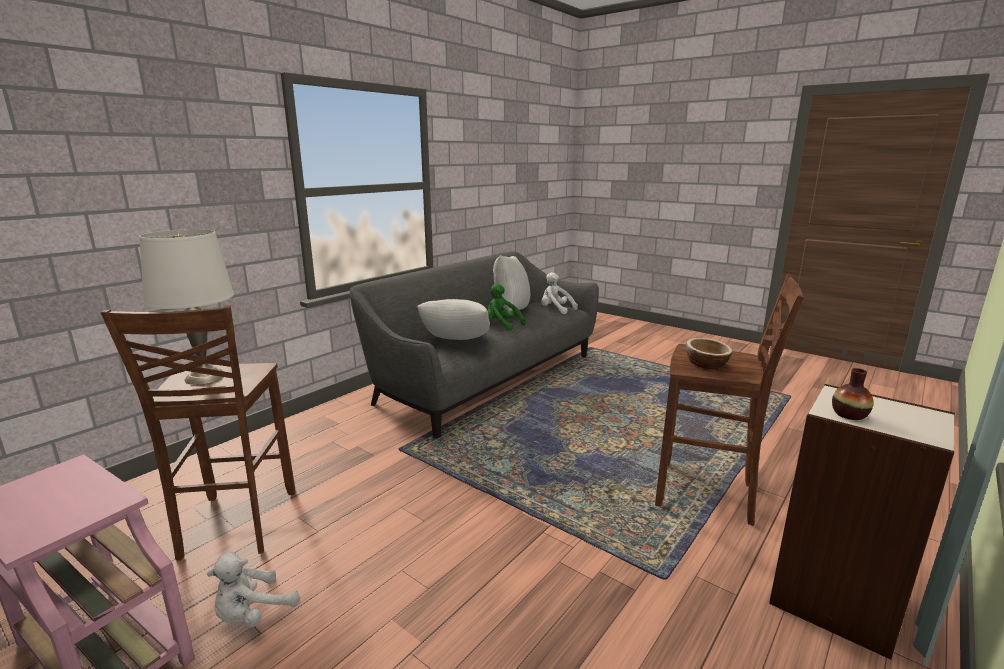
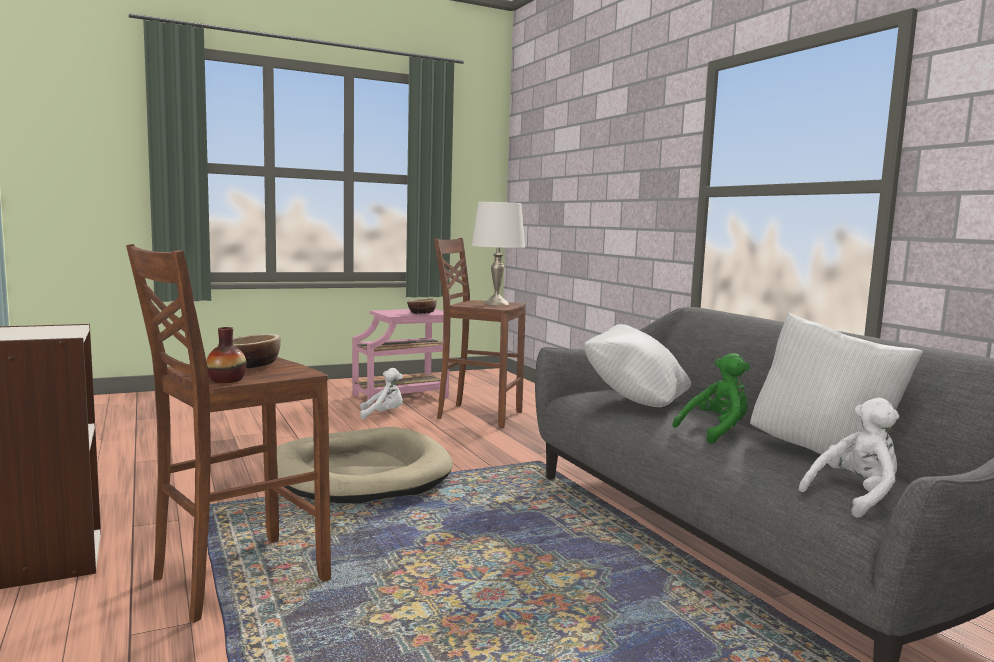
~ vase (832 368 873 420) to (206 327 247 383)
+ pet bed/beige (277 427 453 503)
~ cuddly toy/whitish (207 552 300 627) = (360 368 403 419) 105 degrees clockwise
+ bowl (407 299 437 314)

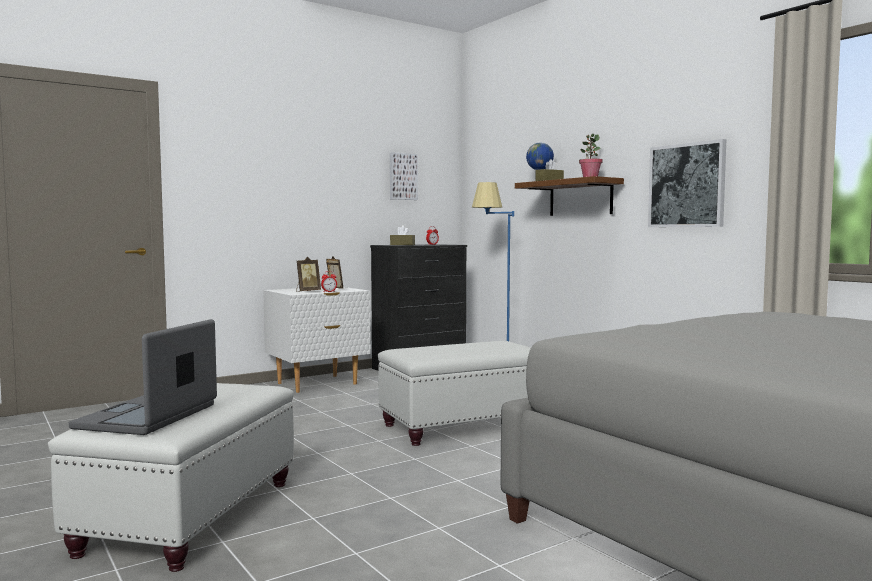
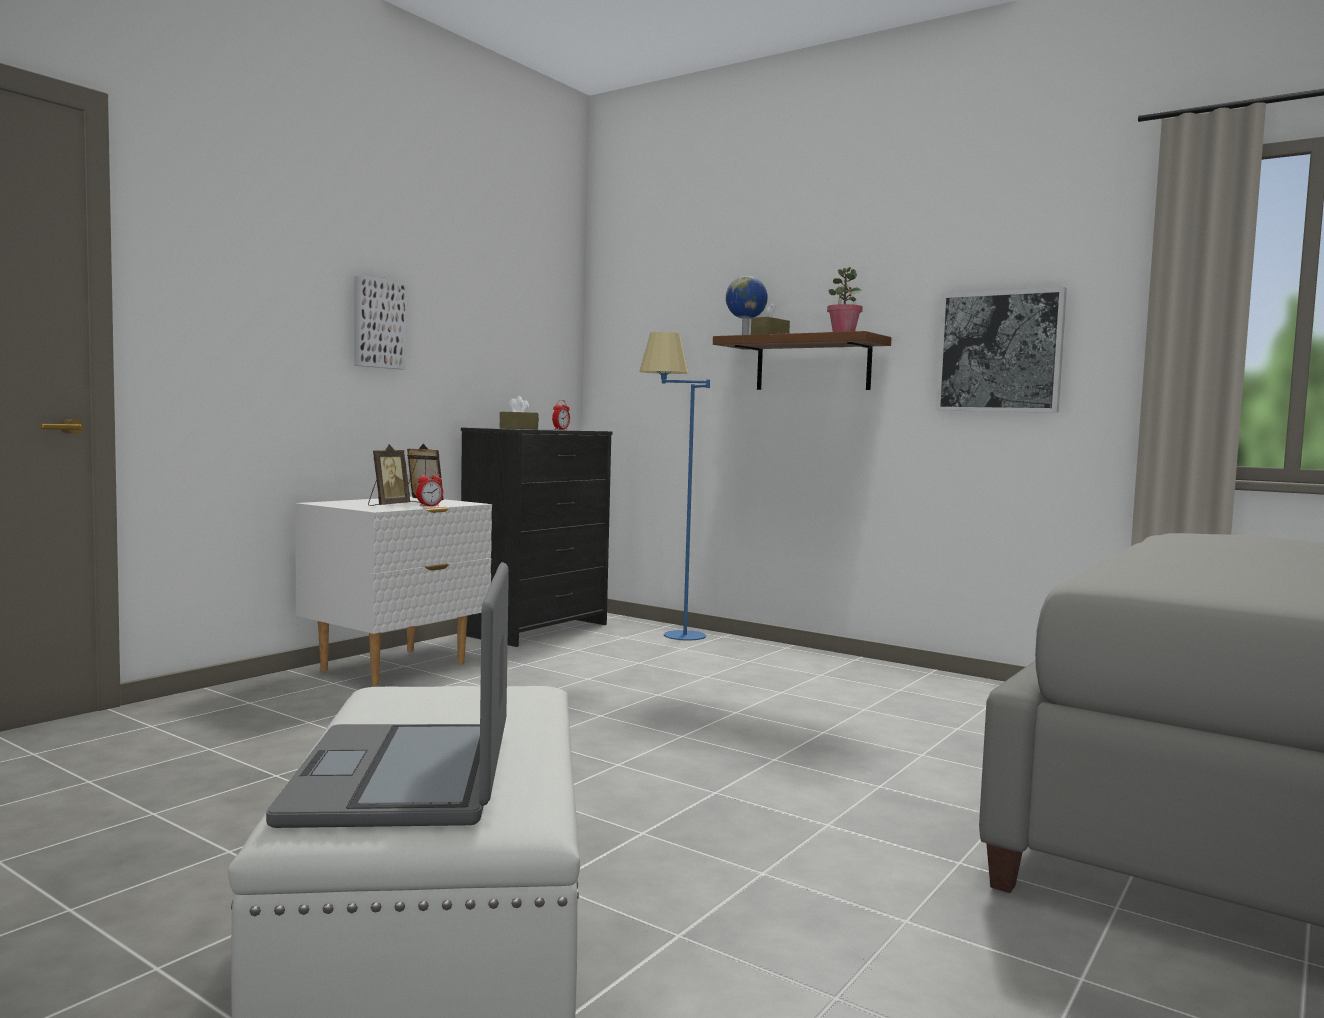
~ wall picture (390 152 418 200) to (354 276 406 369)
- ottoman/whitish (378 341 531 446)

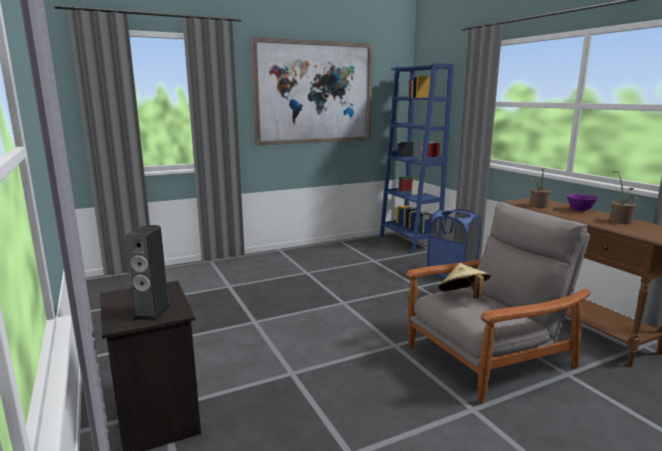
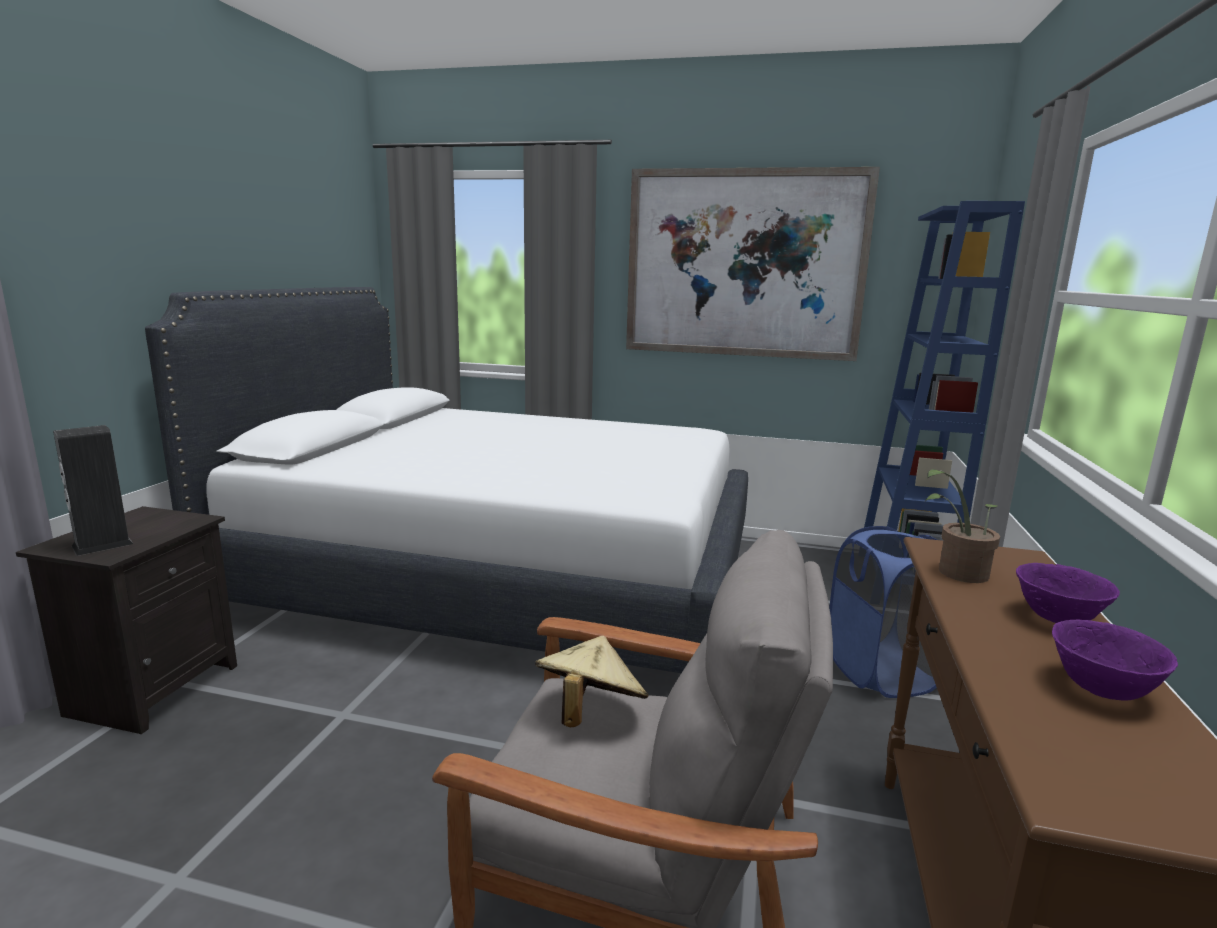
+ bed/whitish (145 287 748 673)
~ potted plant (610 171 638 224) to bowl/purple (1052 620 1178 700)

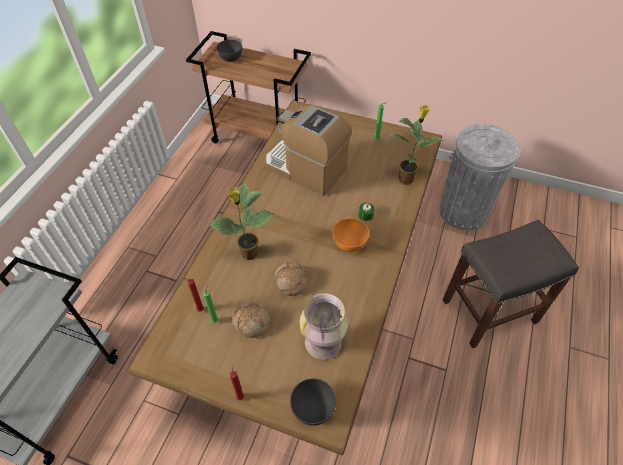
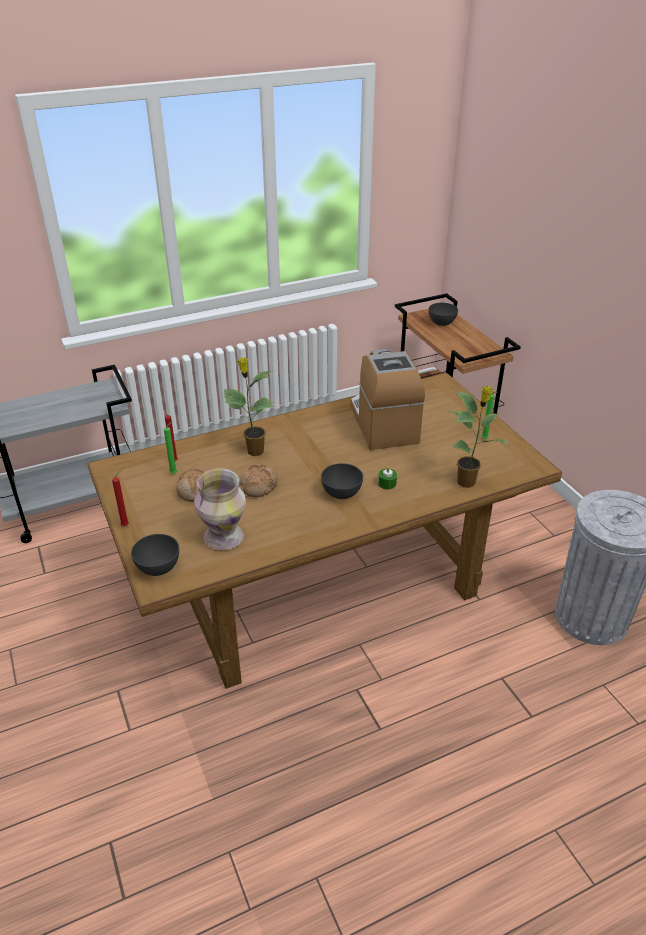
~ bowl/orangey (333 218 369 252) to bowl/gray (321 463 363 499)
- stool/gray (443 220 579 348)

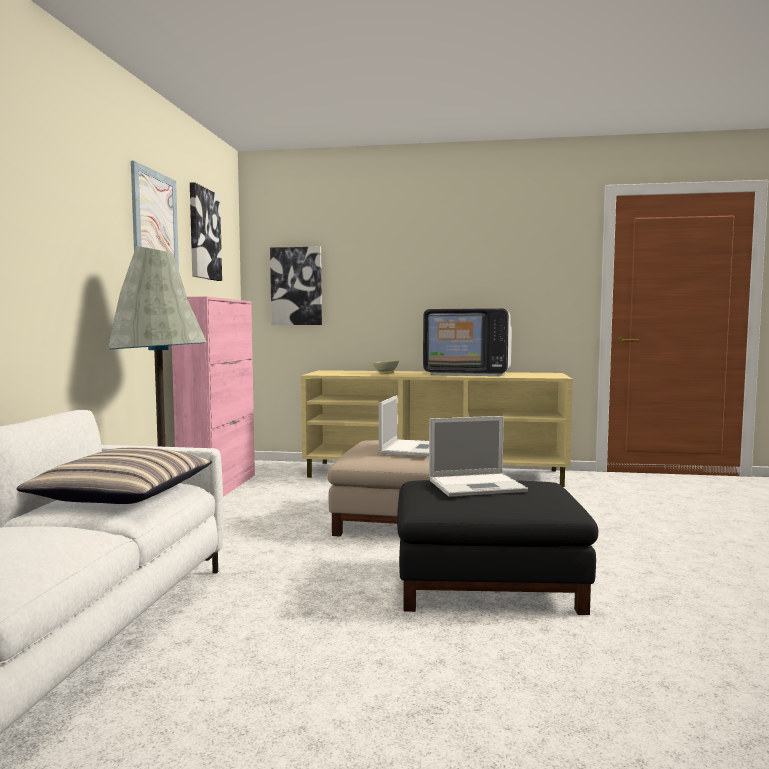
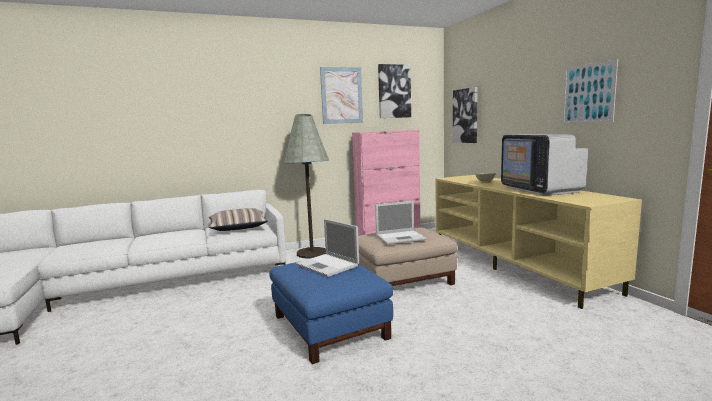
~ ottoman/blackish (397 480 598 615) to ottoman/blue-coloured (269 262 393 364)
+ wall picture (562 59 618 123)

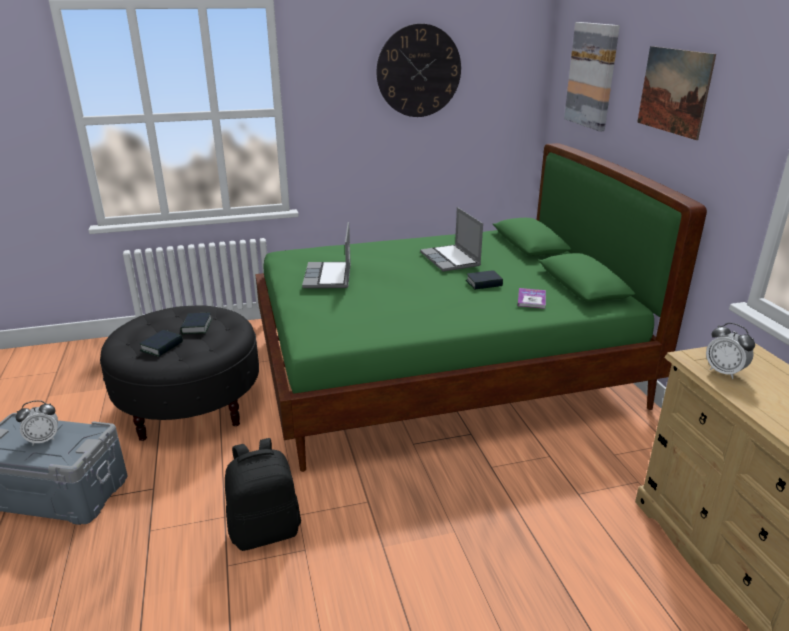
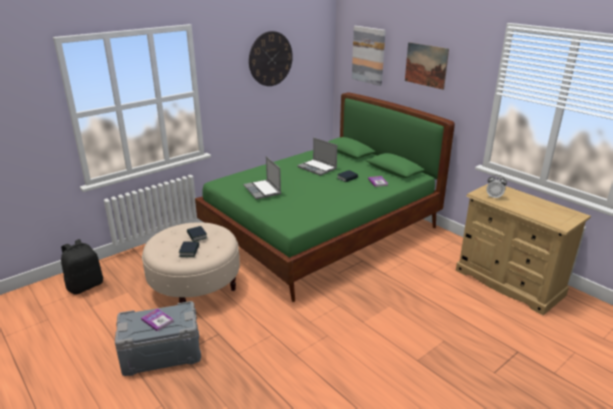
~ knapsack/blackish (225 438 301 551) to (61 239 103 295)
~ alarm clock (16 400 58 446) to book (141 308 173 331)
~ ottoman/blackish (100 306 259 441) to ottoman/beige (142 222 240 303)

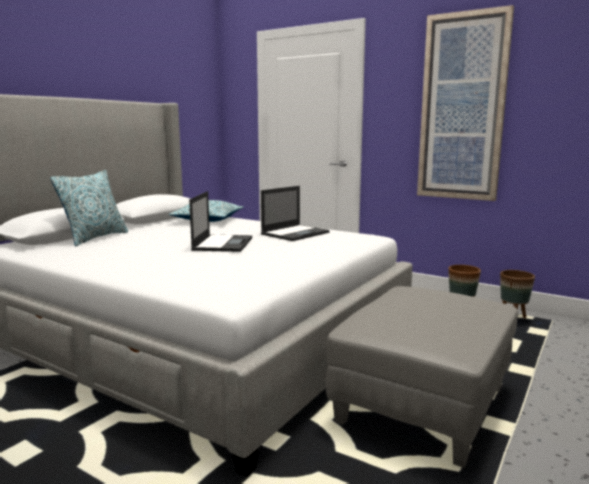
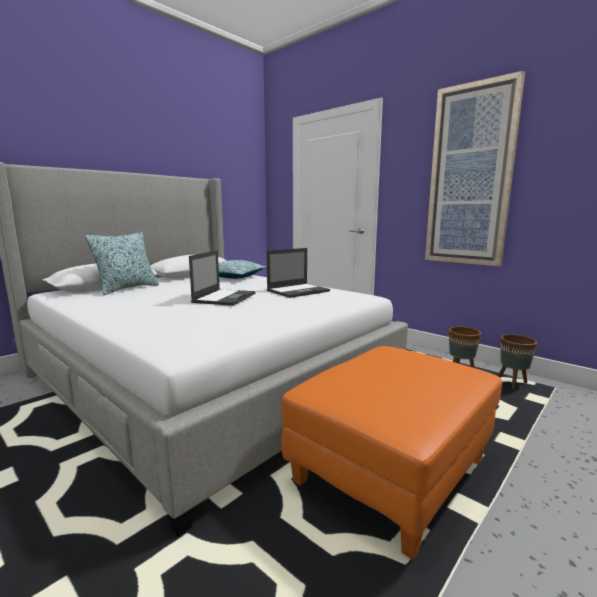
~ ottoman/gray (326 286 518 468) to ottoman/orangey (282 346 502 560)

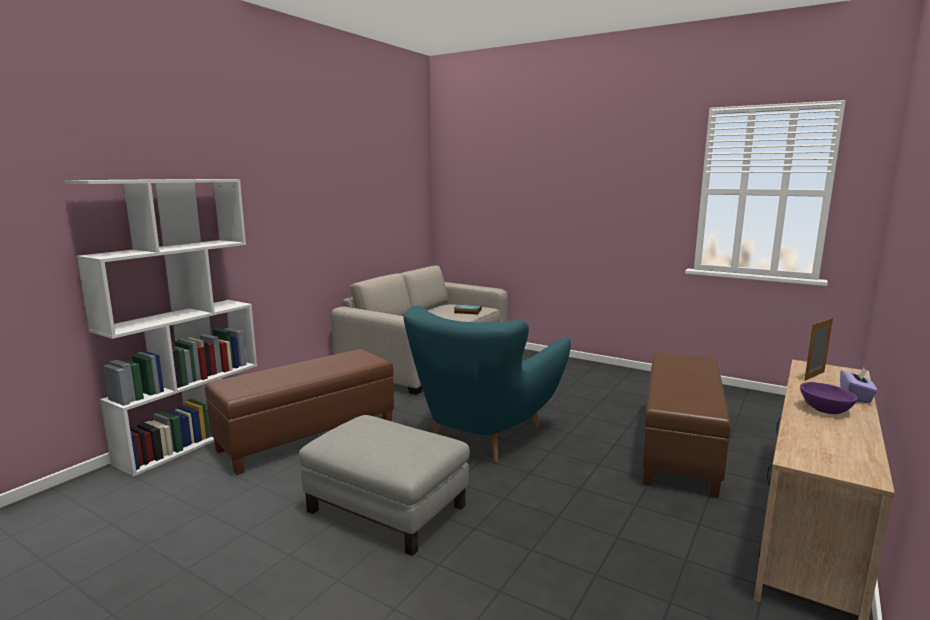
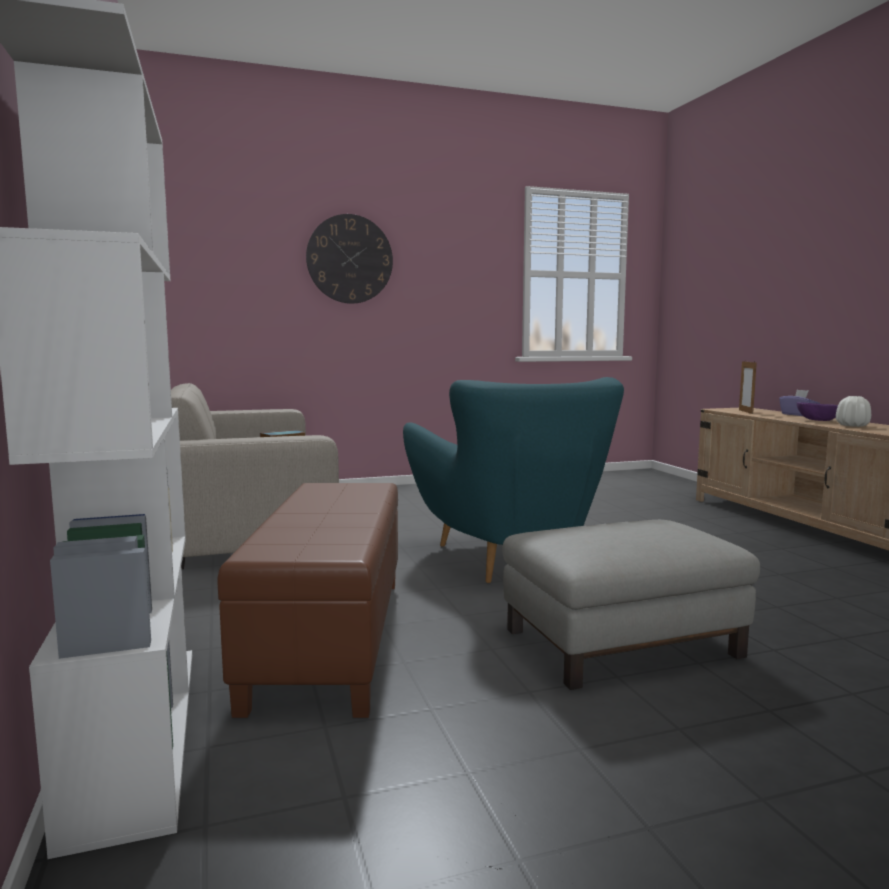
+ hanging clock (306 214 393 304)
+ vase/whitish (836 396 871 427)
- ottoman/brown-coloured (642 352 731 498)

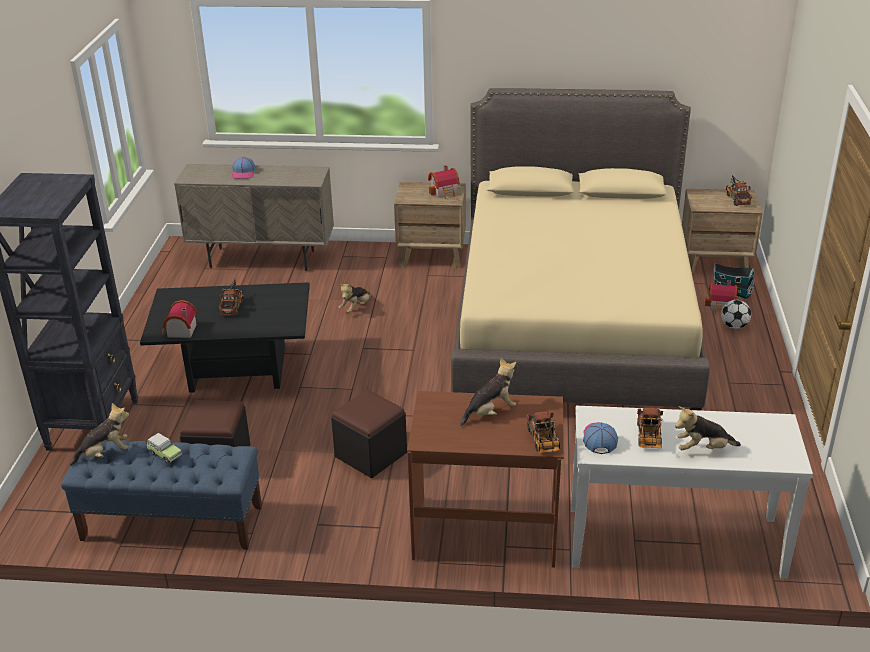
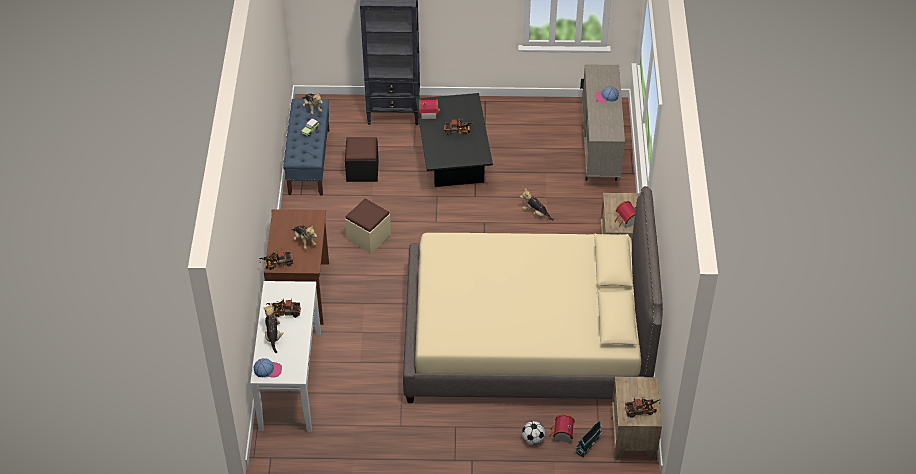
~ cap (583 422 618 454) to (254 358 282 378)
~ ottoman/blackish (331 390 407 478) to ottoman/beige (345 199 391 253)

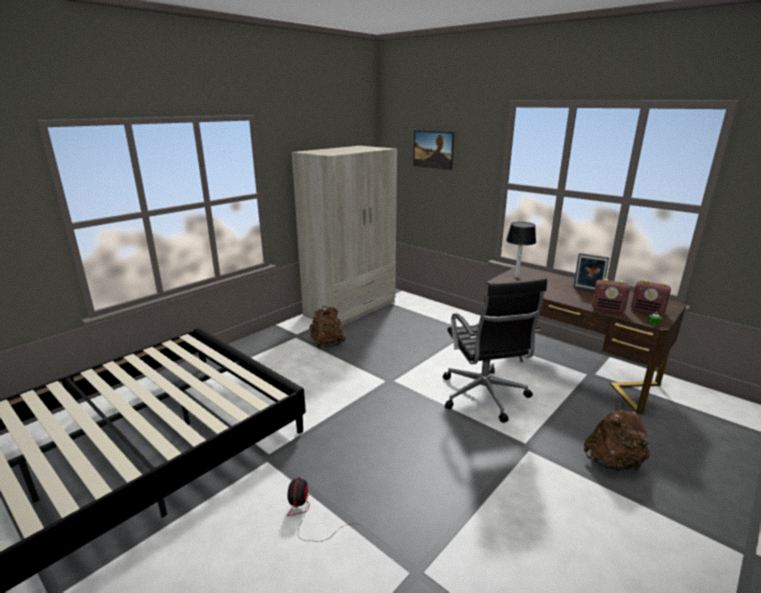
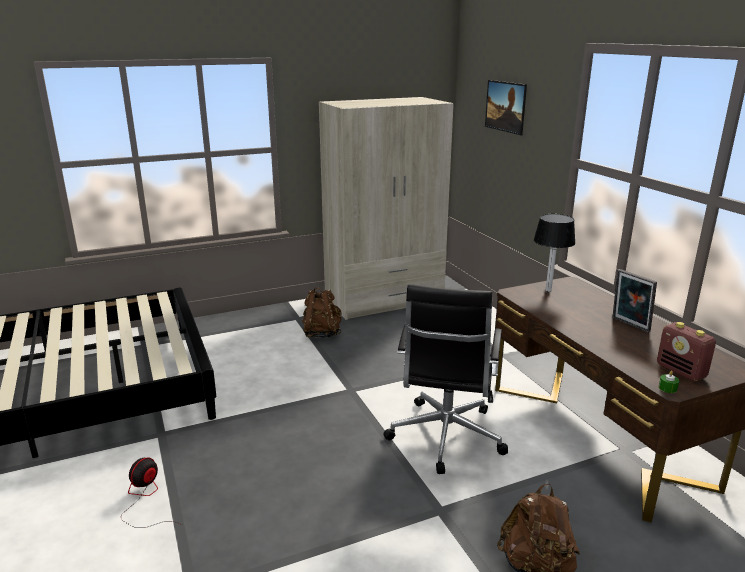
- radio (592 279 630 313)

